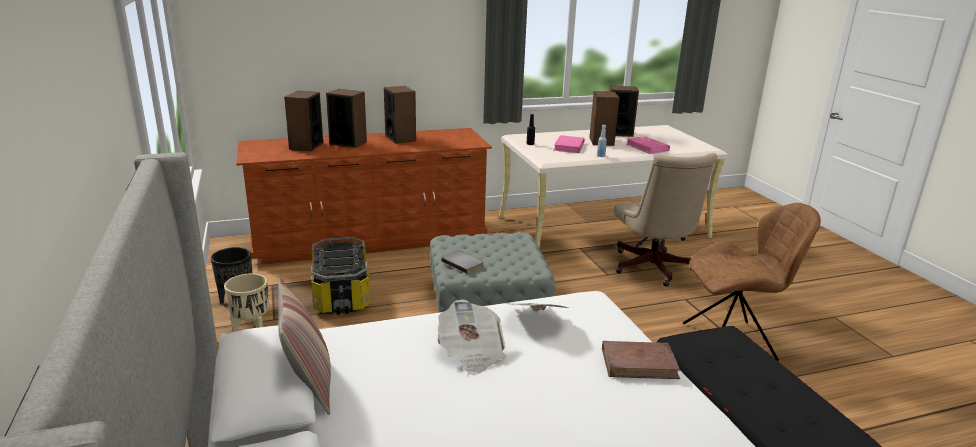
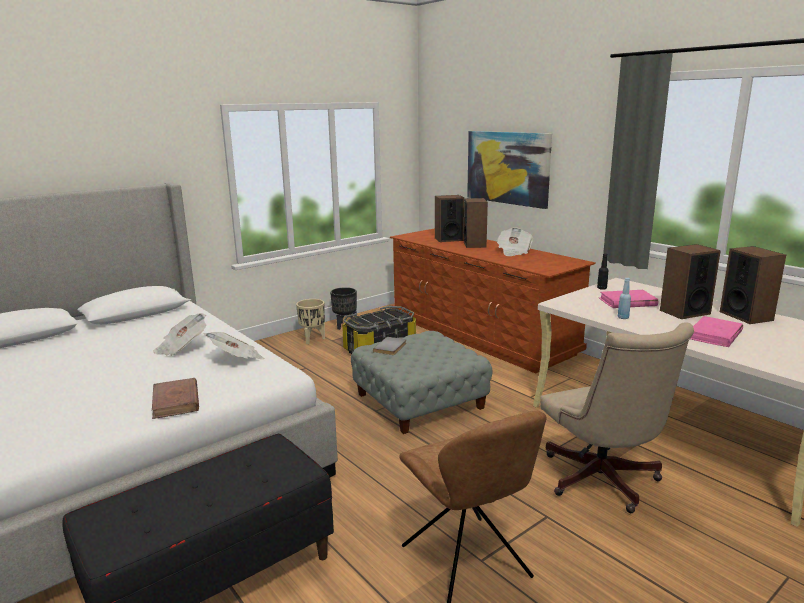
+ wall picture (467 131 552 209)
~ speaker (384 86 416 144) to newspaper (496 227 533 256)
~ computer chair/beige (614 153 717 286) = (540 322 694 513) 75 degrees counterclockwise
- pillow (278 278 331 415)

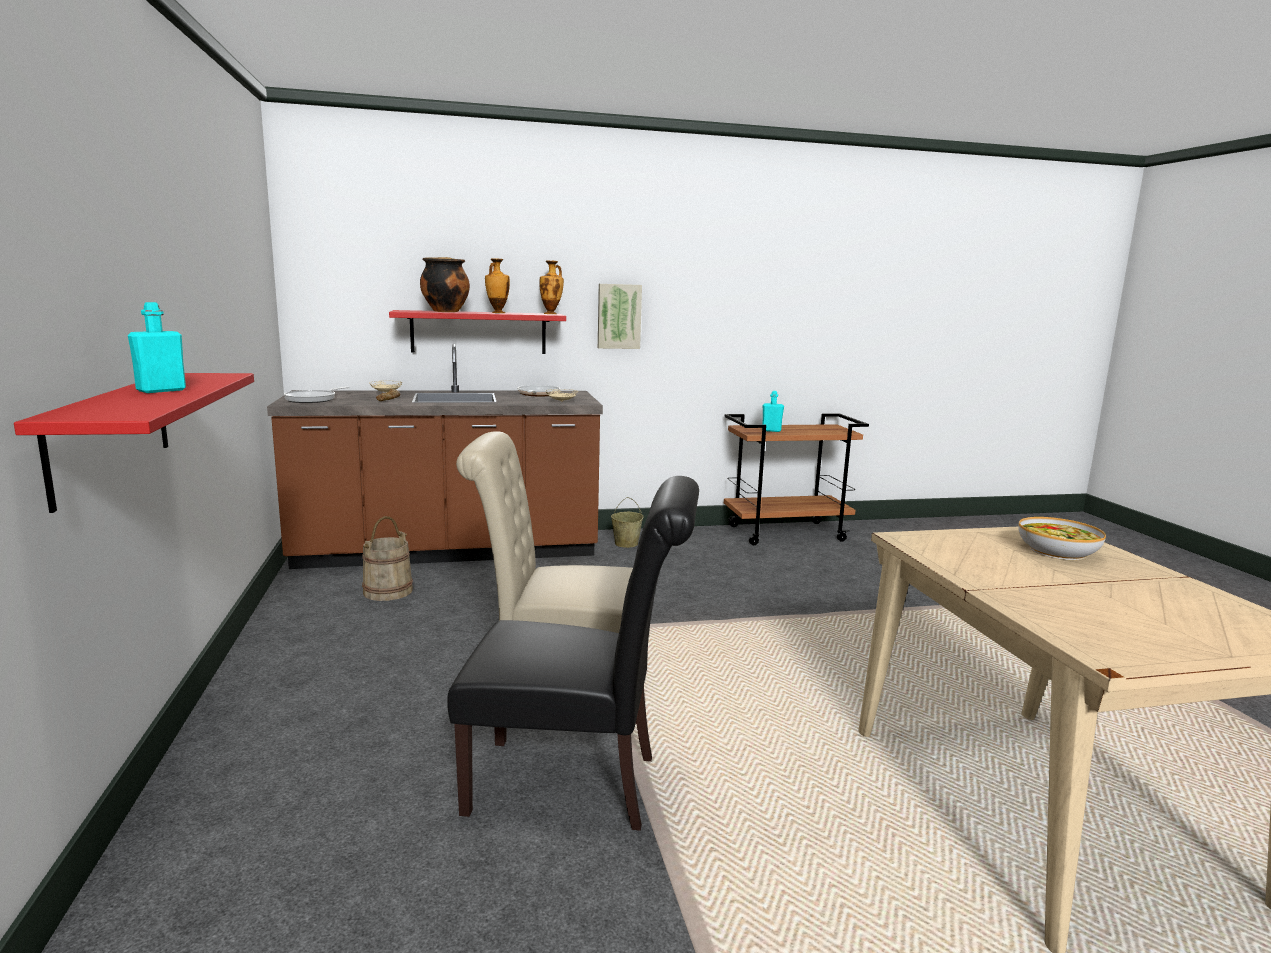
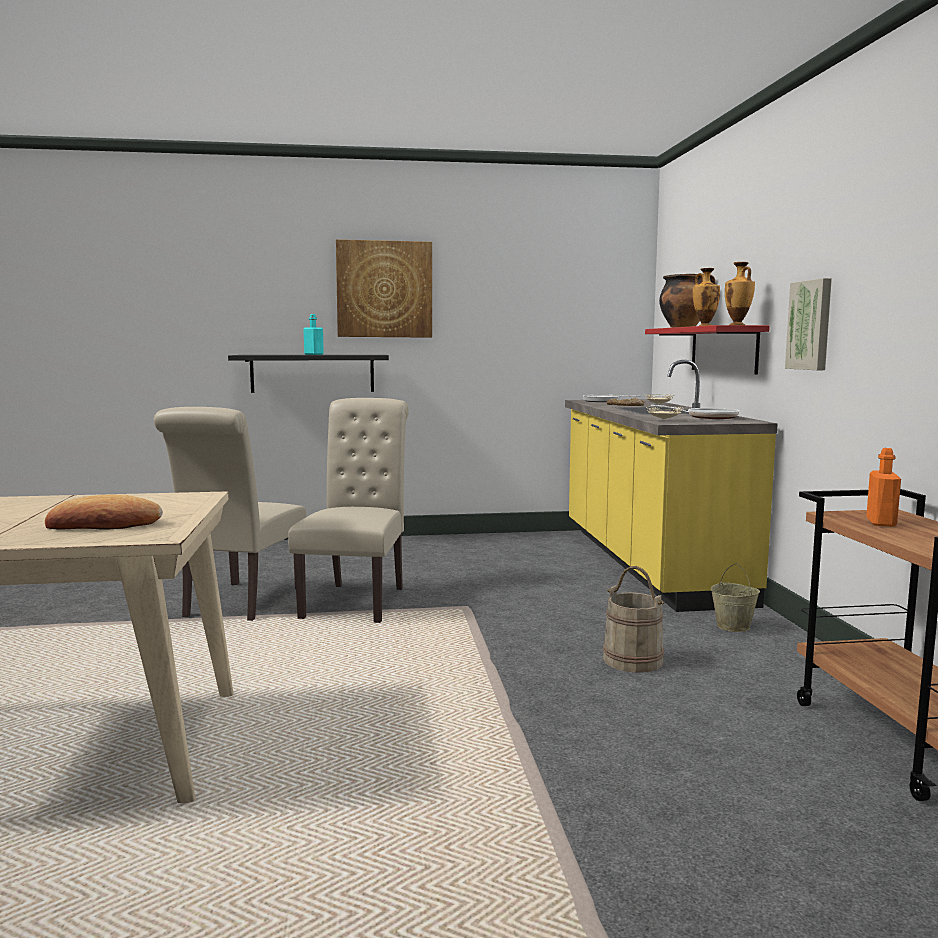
~ bowl (1018 517 1106 560) to baked bread (45 494 163 530)
~ chair/blackish (447 476 699 831) to chair/beige (154 407 306 621)
~ shelf/red-coloured (14 373 254 513) to shelf/blackish (228 355 389 393)
+ wall picture (336 239 432 338)
~ kitchen base unit/brown-coloured (267 344 603 569) to kitchen base unit/yellow (565 360 778 612)
~ bucket/beige (362 516 413 601) to (603 566 665 673)
~ beverage bottle/turquoise (762 391 784 432) to beverage bottle/orangey (866 448 901 527)

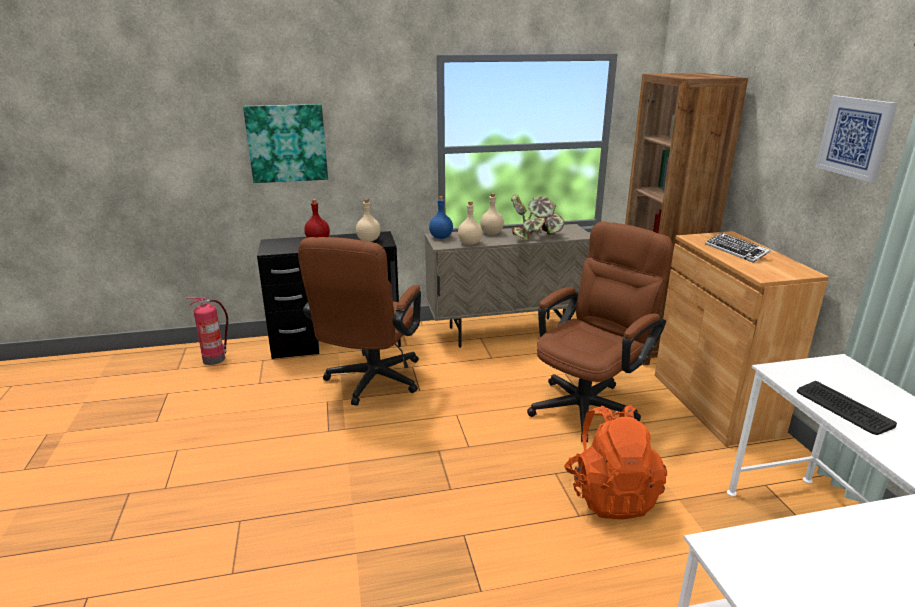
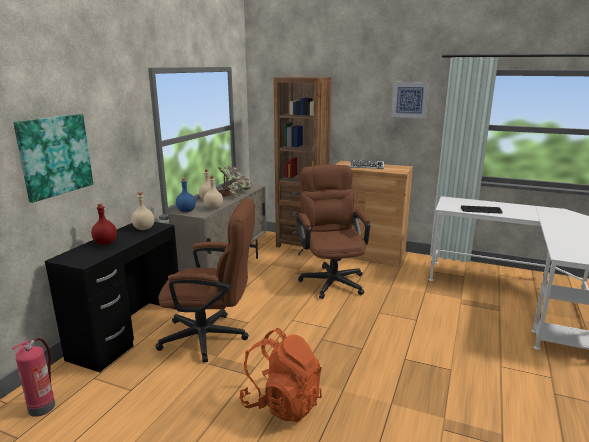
~ computer chair/brown-coloured (298 237 421 406) = (155 198 255 363) 45 degrees counterclockwise
~ knapsack/orangey (564 405 667 519) to (239 328 322 422)

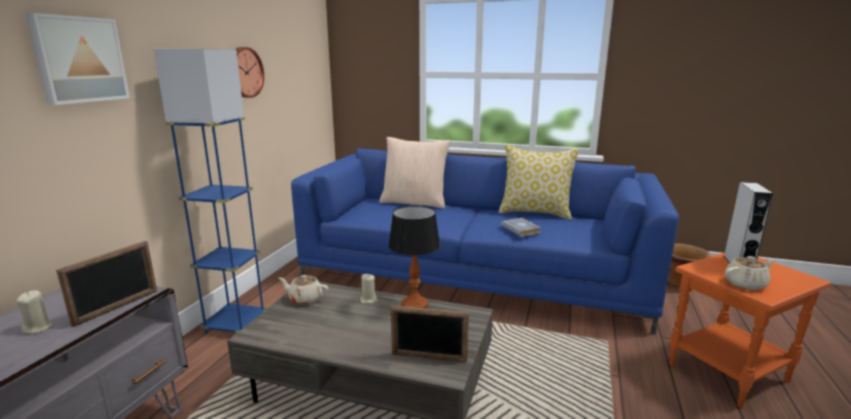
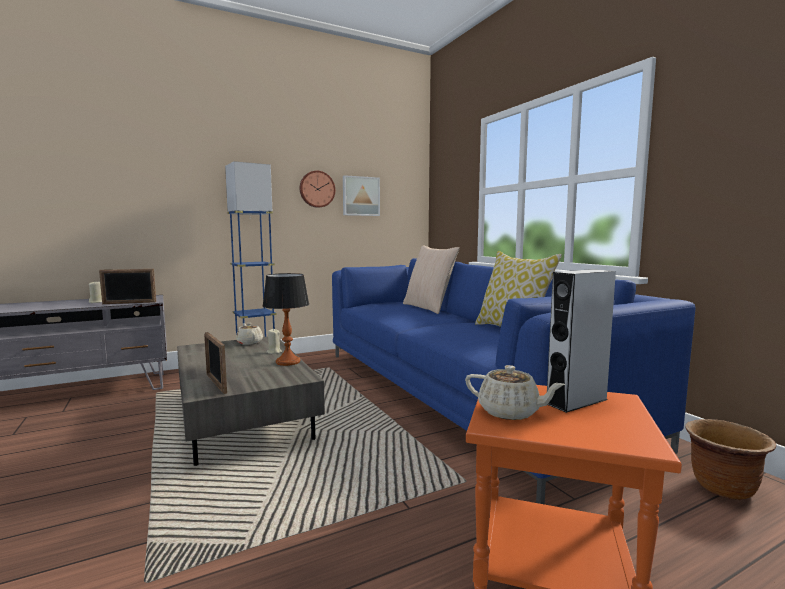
~ wall picture (25 13 130 105) to (343 175 380 216)
- book/gray (501 218 541 237)

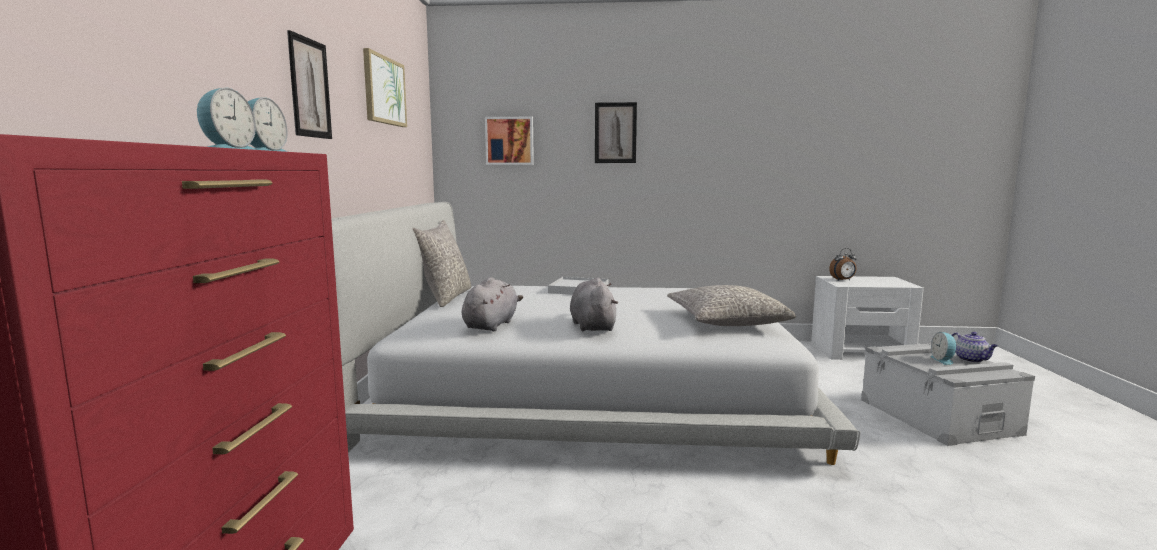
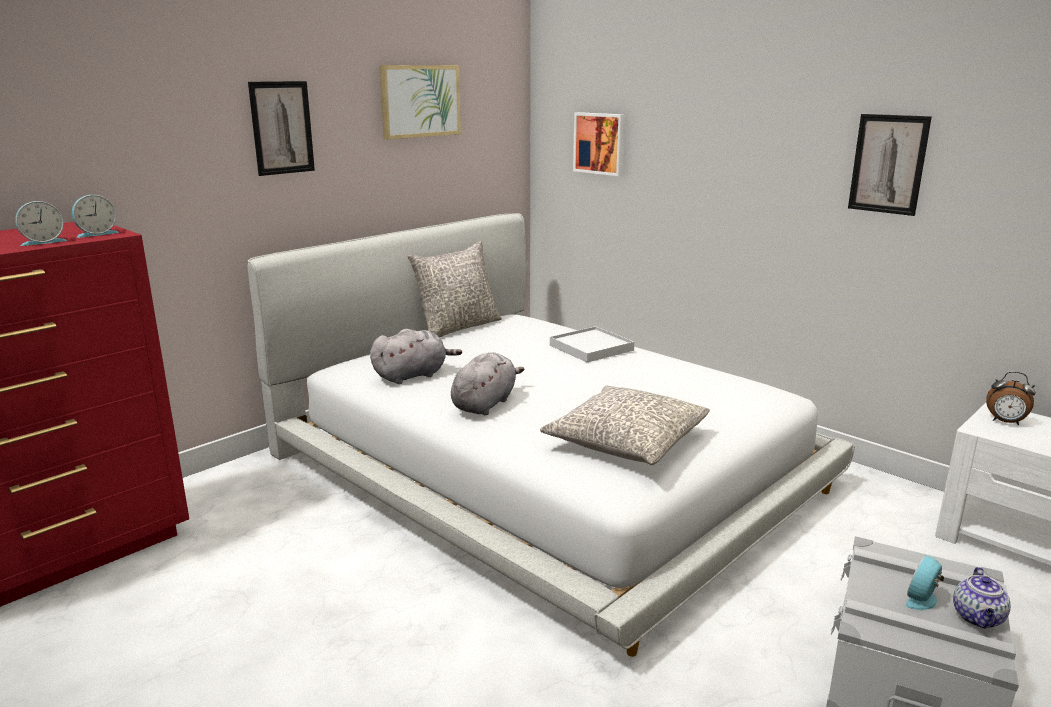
~ wall picture (595 102 637 163) to (848 114 932 216)

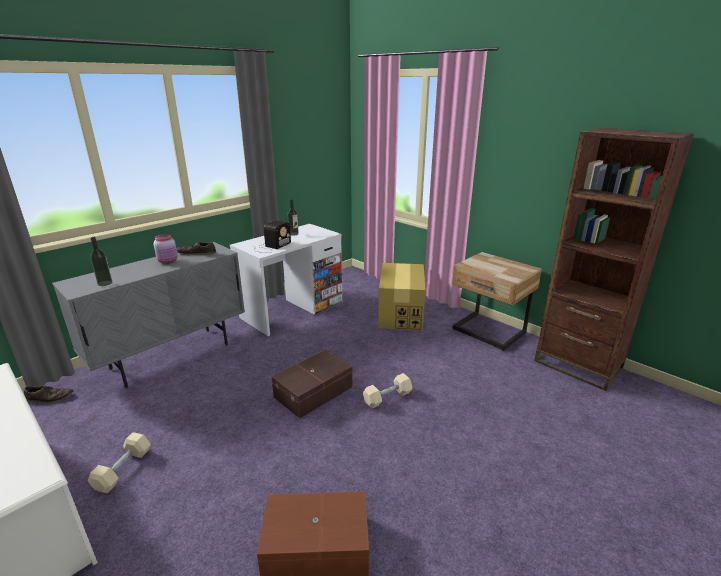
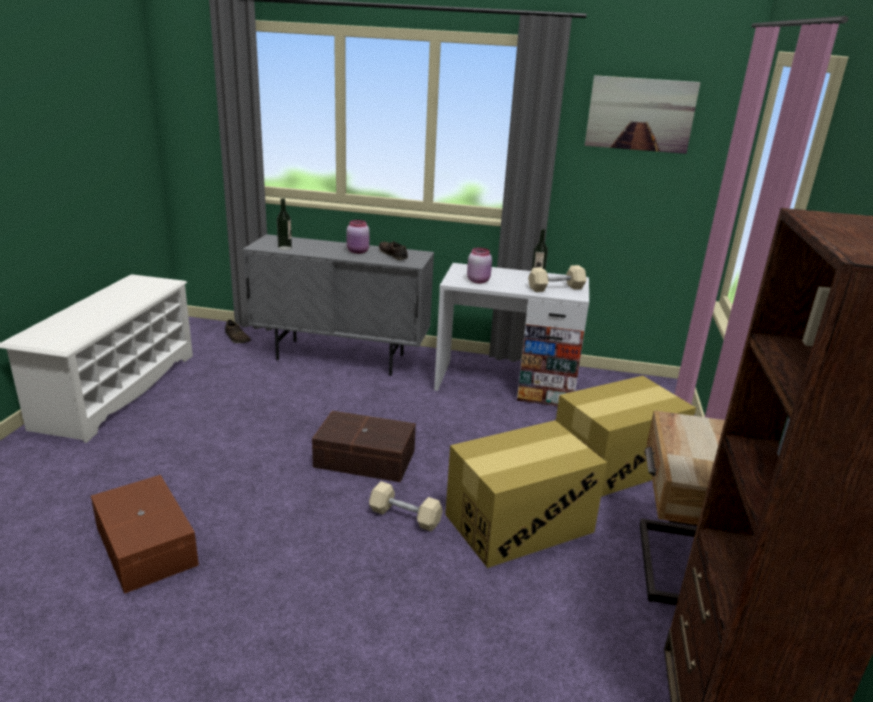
+ cardboard box (445 420 607 568)
~ radio (254 220 291 253) to jar/pink (467 248 492 283)
~ free weight/beige (88 432 151 493) to (528 265 587 292)
+ wall picture (585 75 701 154)

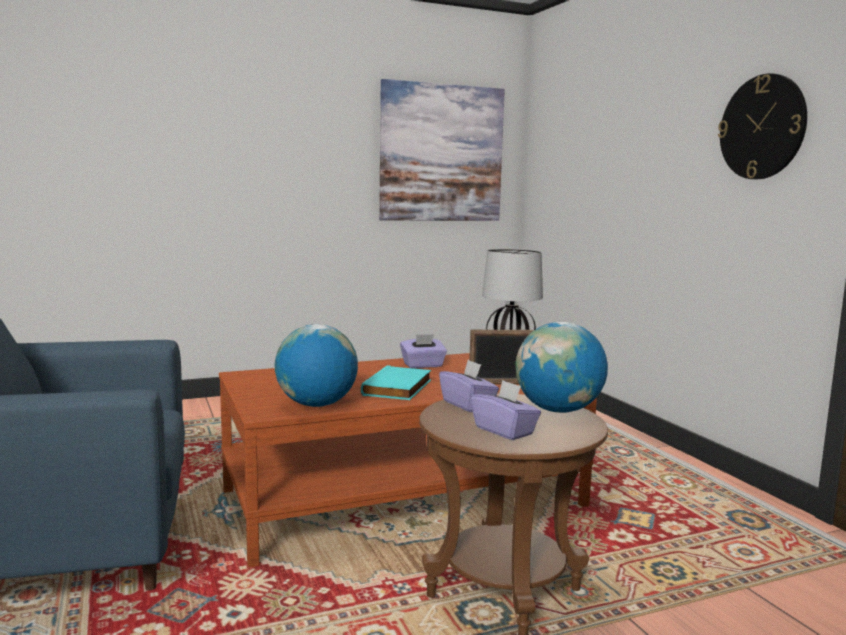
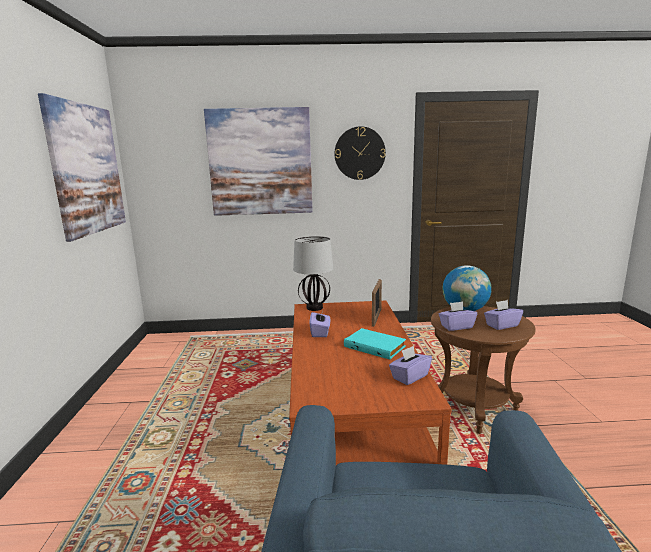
+ wall picture (204 107 313 216)
~ world globe (275 324 358 407) to tissue box/purple (389 346 432 385)

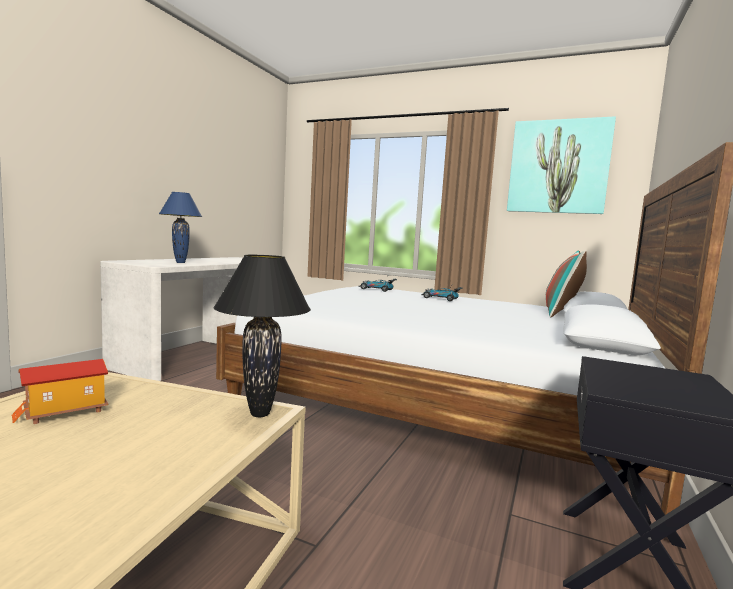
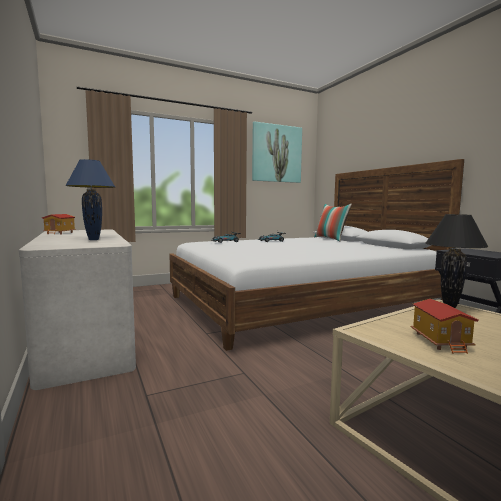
+ toy house (42 214 76 235)

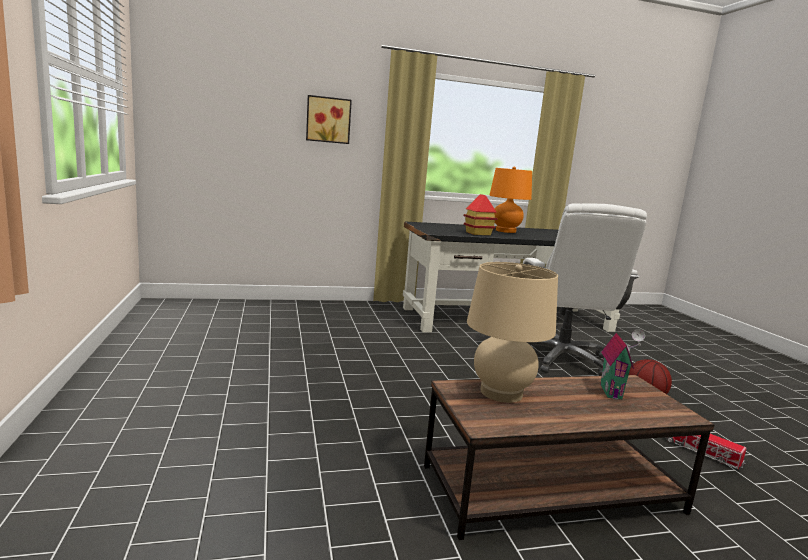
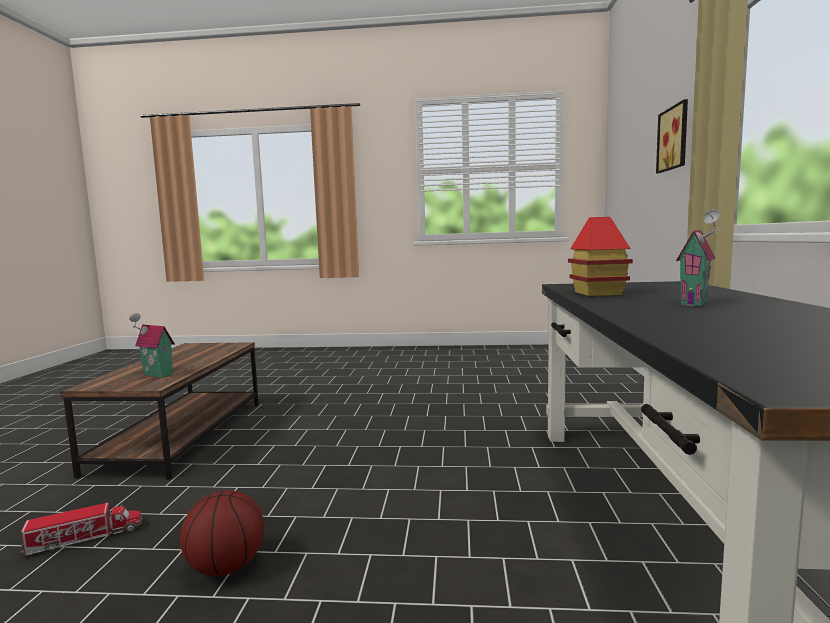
~ lamp for a table/orangey (489 167 532 233) to toy house (676 209 720 306)
- lamp for a table/beige (467 262 558 403)
- computer chair/whitish (523 203 647 376)

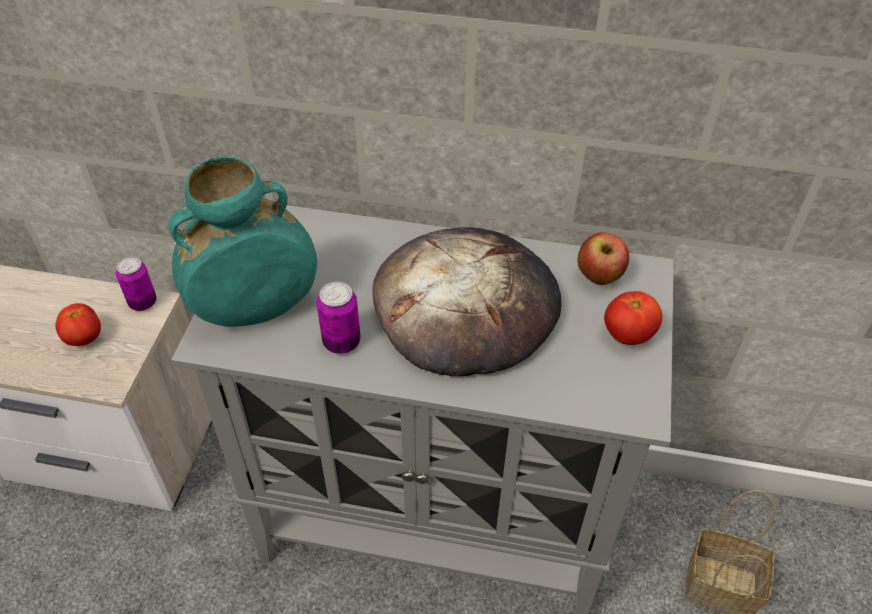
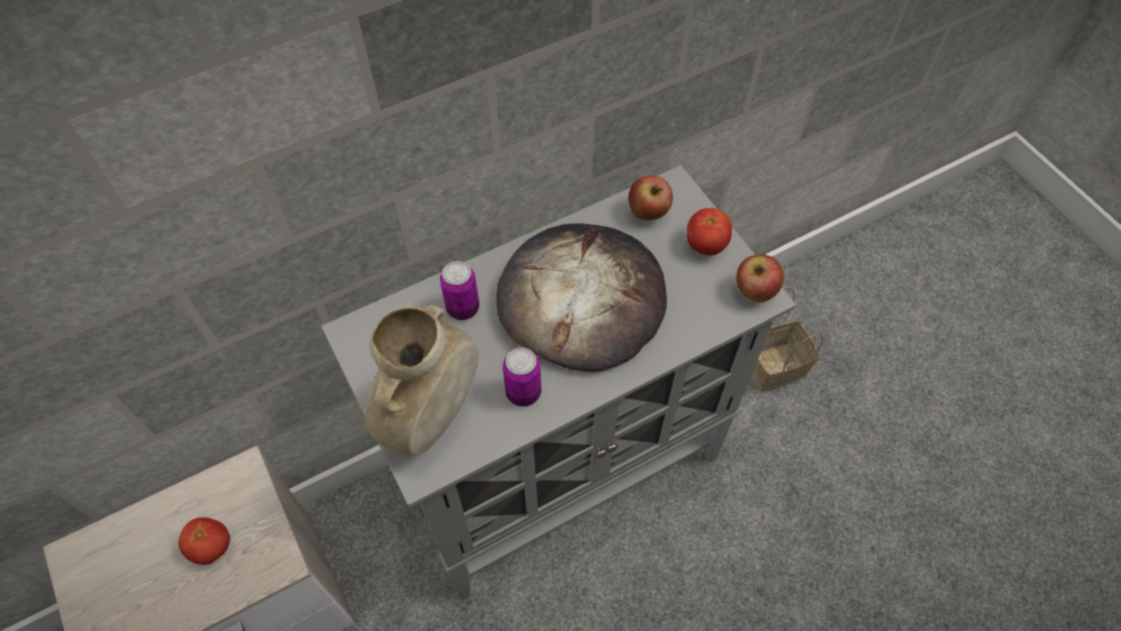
~ vase/turquoise (169 156 317 327) to vase/beige (365 305 479 456)
~ can (116 257 157 311) to (440 261 479 320)
+ apple fruit (736 254 784 302)

